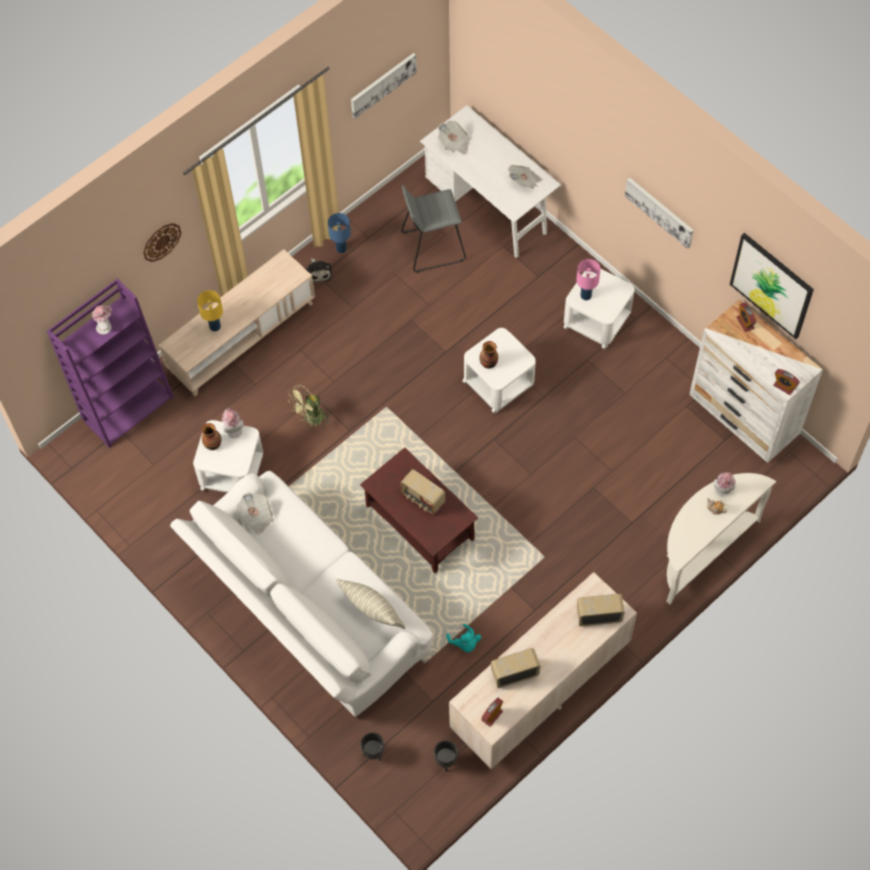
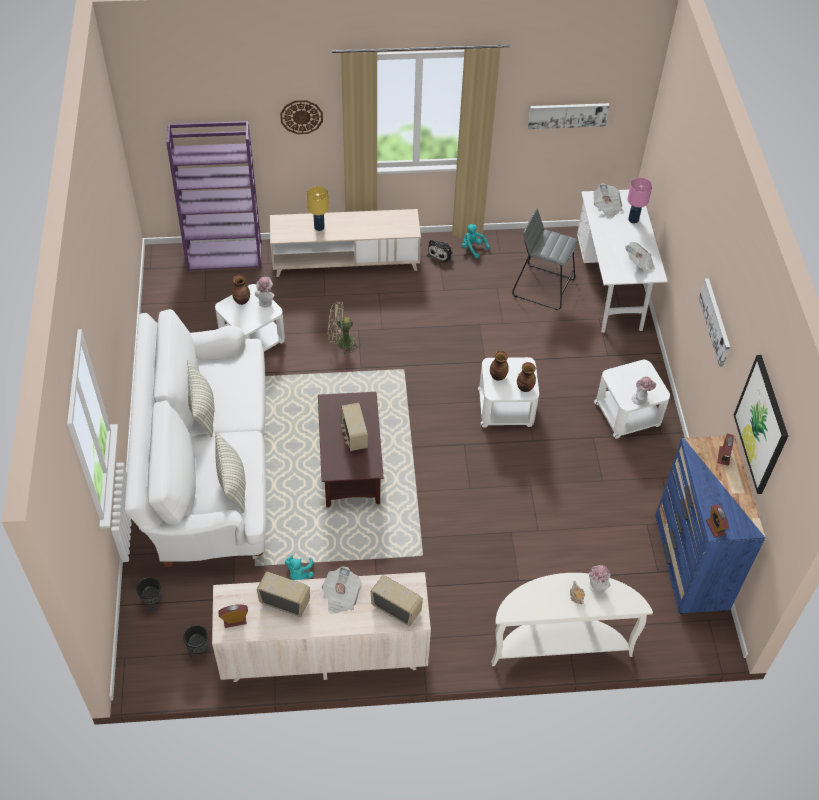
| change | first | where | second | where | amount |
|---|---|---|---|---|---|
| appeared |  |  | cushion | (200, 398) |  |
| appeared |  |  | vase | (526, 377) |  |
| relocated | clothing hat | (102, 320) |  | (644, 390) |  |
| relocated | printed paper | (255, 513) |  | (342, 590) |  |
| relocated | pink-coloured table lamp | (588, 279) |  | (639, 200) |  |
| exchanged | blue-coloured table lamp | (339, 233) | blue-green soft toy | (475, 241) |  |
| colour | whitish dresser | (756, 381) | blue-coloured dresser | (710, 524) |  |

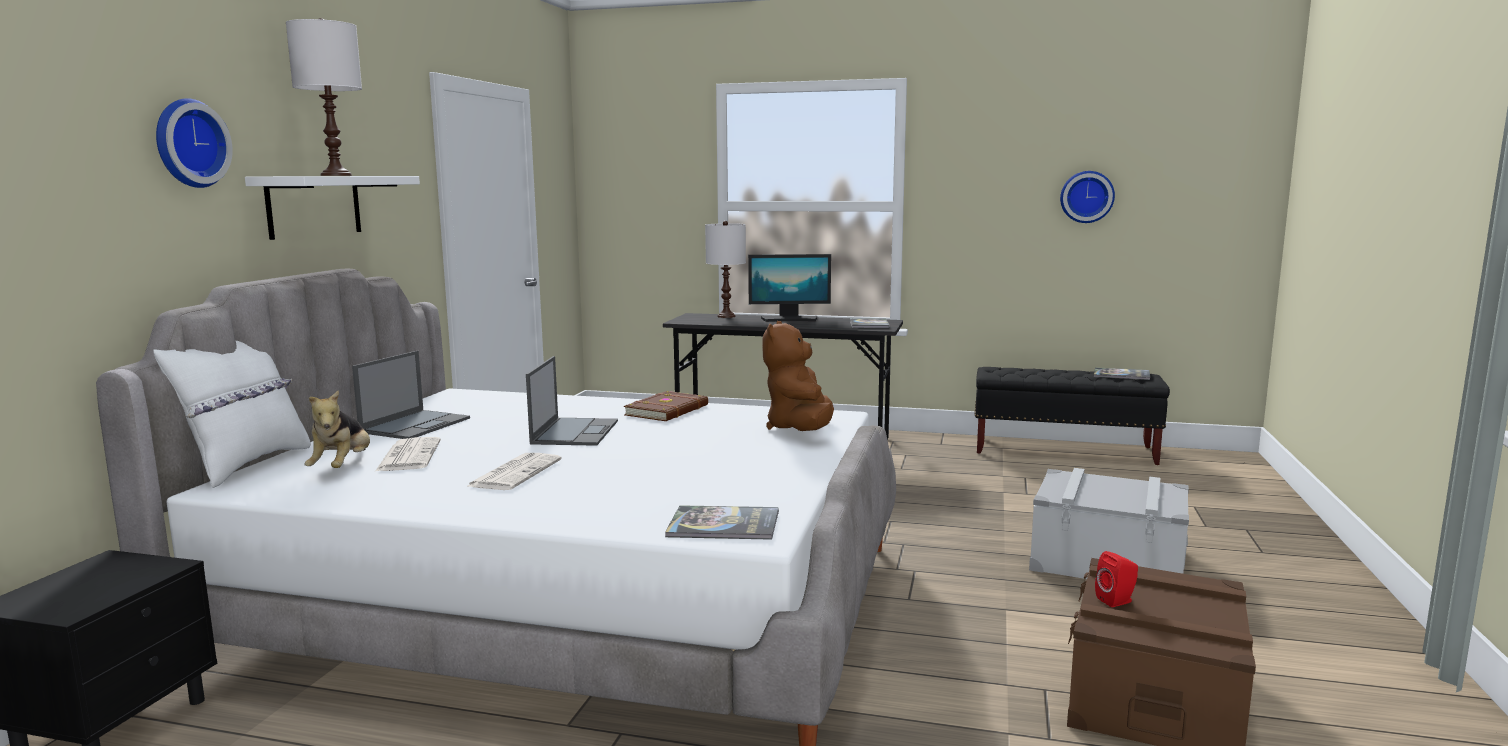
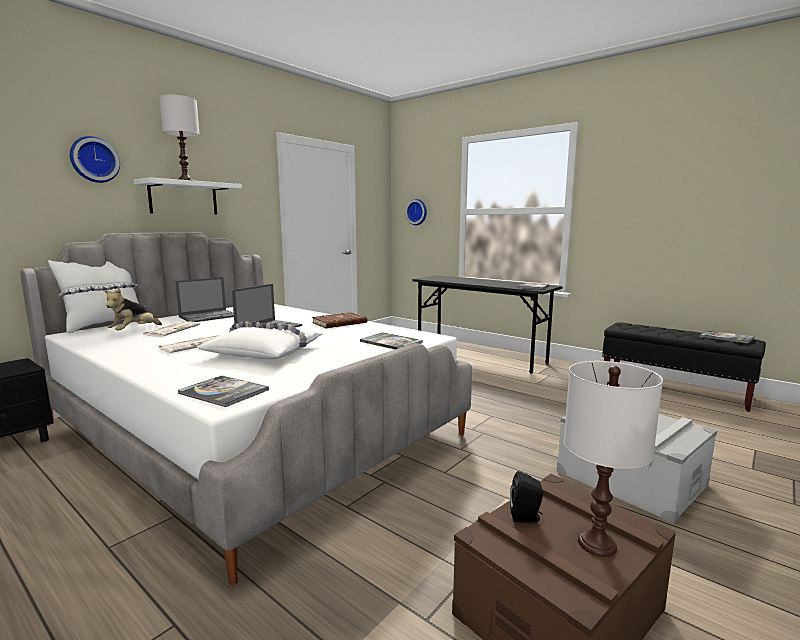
| change | first | where | second | where | amount |
|---|---|---|---|---|---|
| missing | computer display | (789, 288) |  |  |  |
| appeared |  |  | whitish cushion | (260, 340) |  |
| relocated | whitish table lamp | (725, 269) |  | (613, 459) |  |
| relocated | clock on the wall | (1087, 197) |  | (416, 212) |  |
| exchanged | brownish soft toy | (798, 376) | volume | (391, 340) |  |
| colour | reddish speaker | (1116, 579) | black speaker | (526, 496) |  |

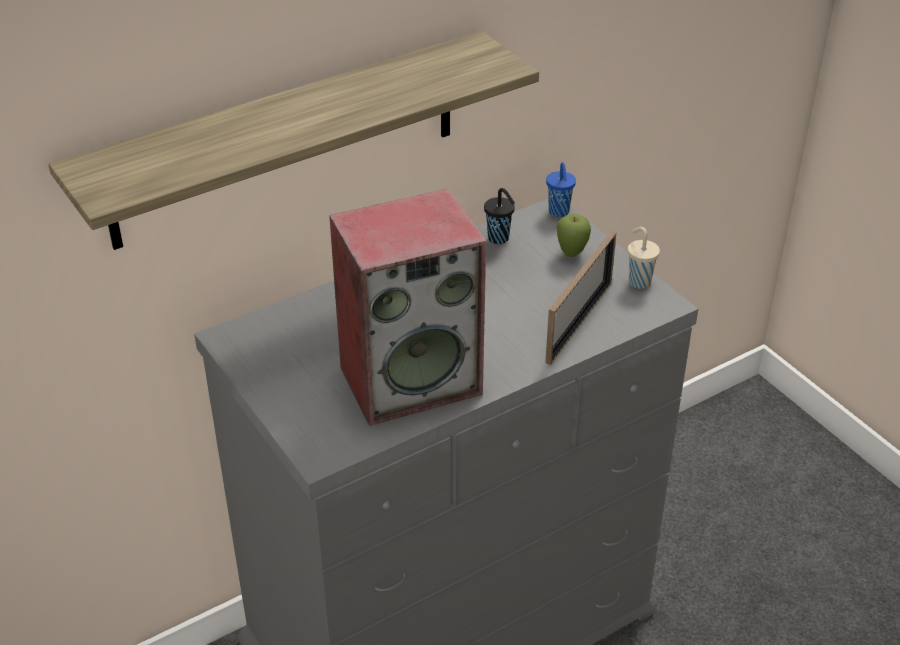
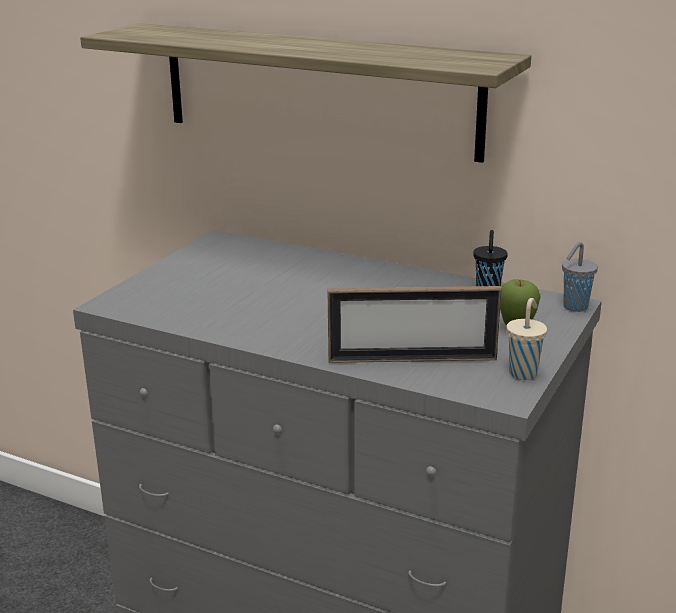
| change | first | where | second | where | amount |
|---|---|---|---|---|---|
| missing | speaker | (407, 307) |  |  |  |
| colour | blue-coloured small cup | (561, 189) | gray small cup | (580, 277) |  |

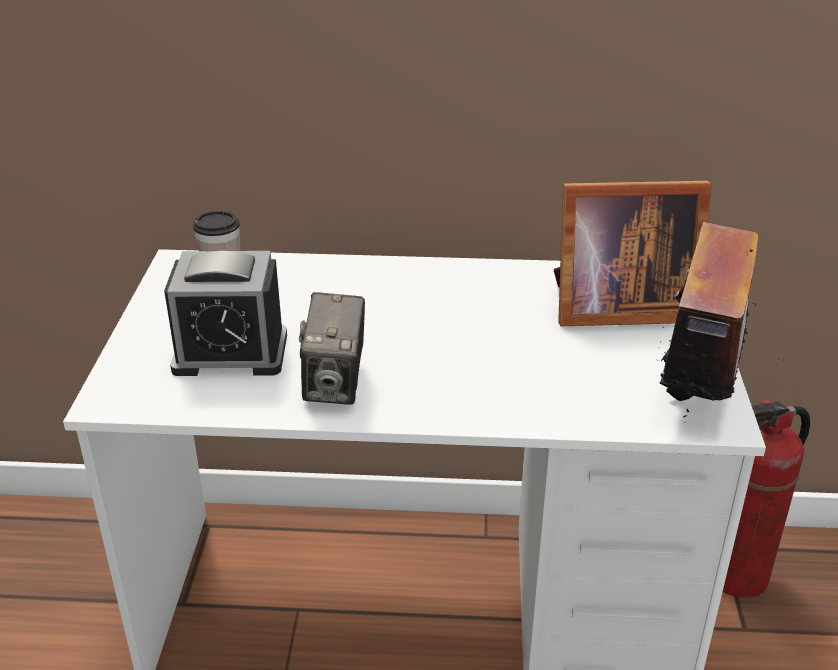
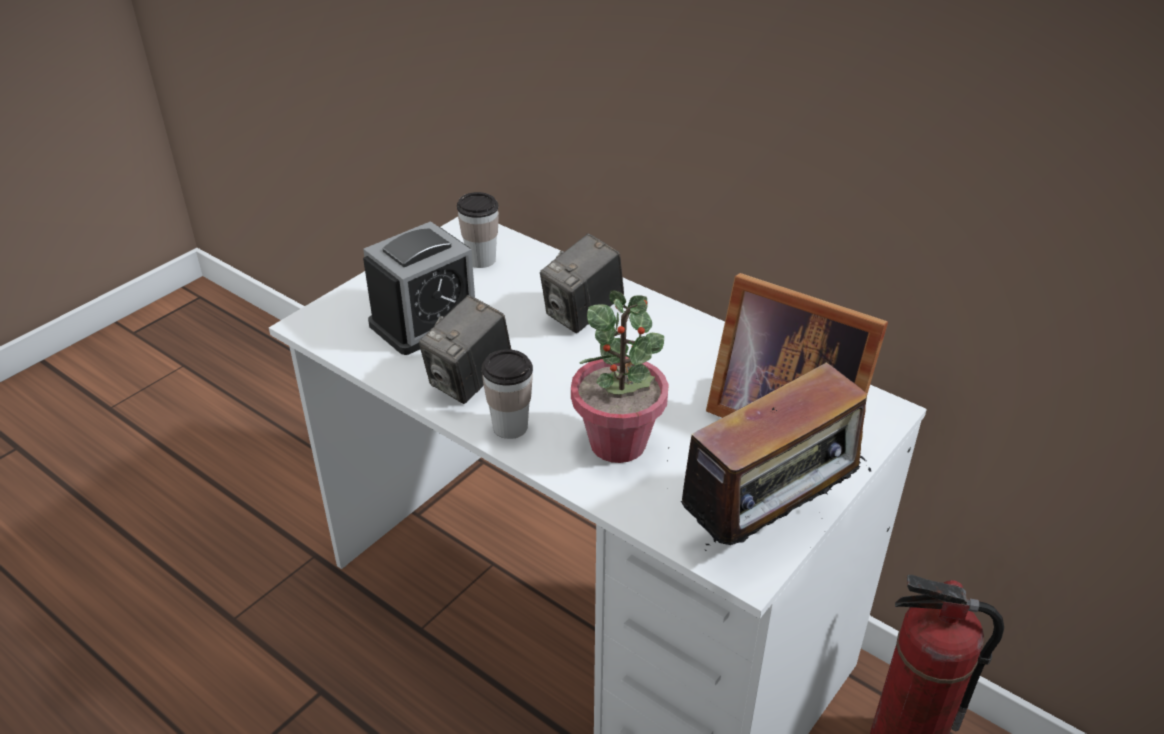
| change | first | where | second | where | amount |
|---|---|---|---|---|---|
| appeared |  |  | small cup | (507, 394) |  |
| appeared |  |  | photo camera | (582, 283) |  |
| appeared |  |  | houseplant | (620, 376) |  |
| spun | bedside clock | (225, 313) |  | (419, 288) | 75 degrees counterclockwise |

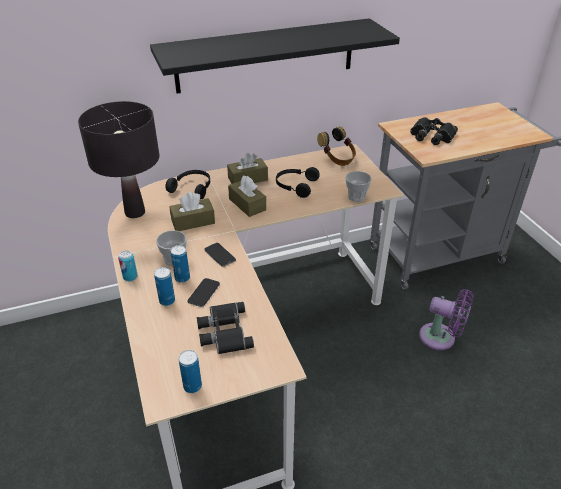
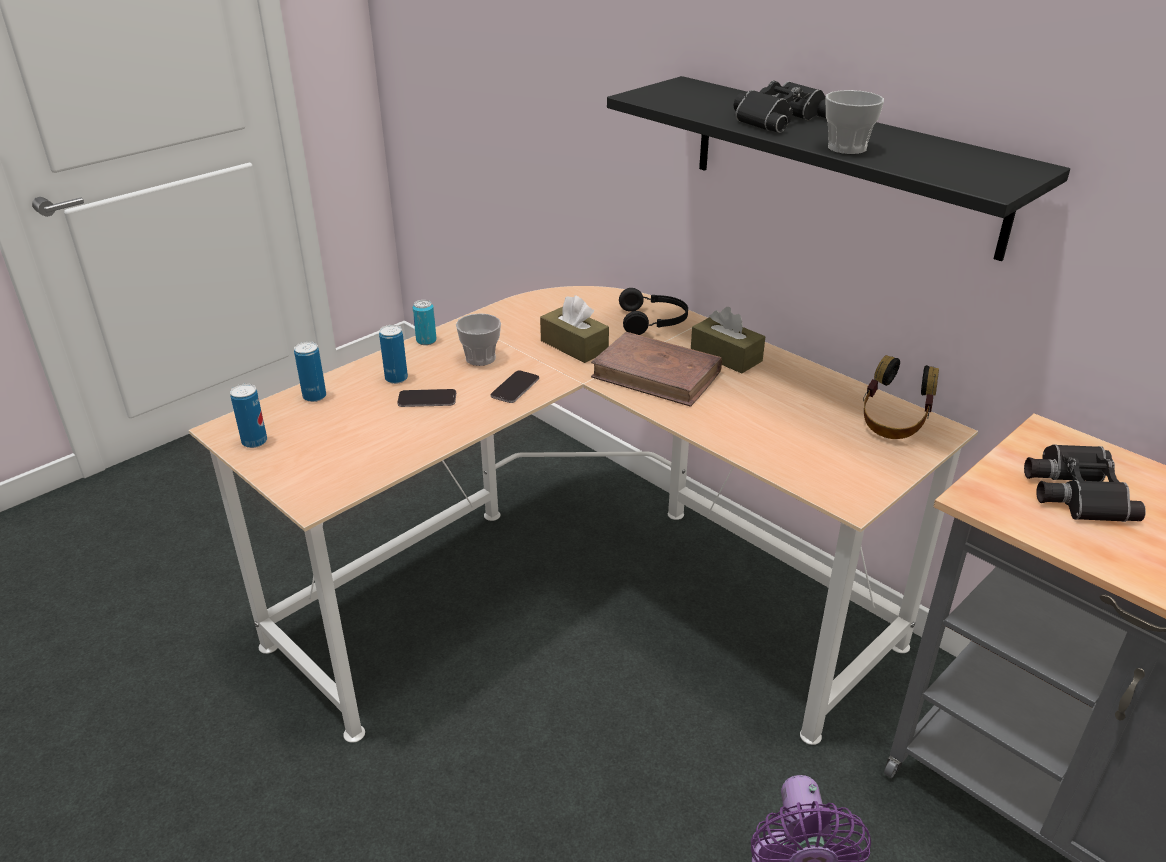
| change | first | where | second | where | amount |
|---|---|---|---|---|---|
| missing | black table lamp | (119, 159) |  |  |  |
| missing | black headphones | (298, 182) |  |  |  |
| relocated | can | (180, 264) |  | (310, 371) |  |
| relocated | black binoculars | (225, 328) |  | (780, 107) |  |
| relocated | small cup | (358, 186) |  | (855, 122) |  |
| exchanged | brownish tissue holder | (247, 196) | brownish volume | (656, 369) |  |

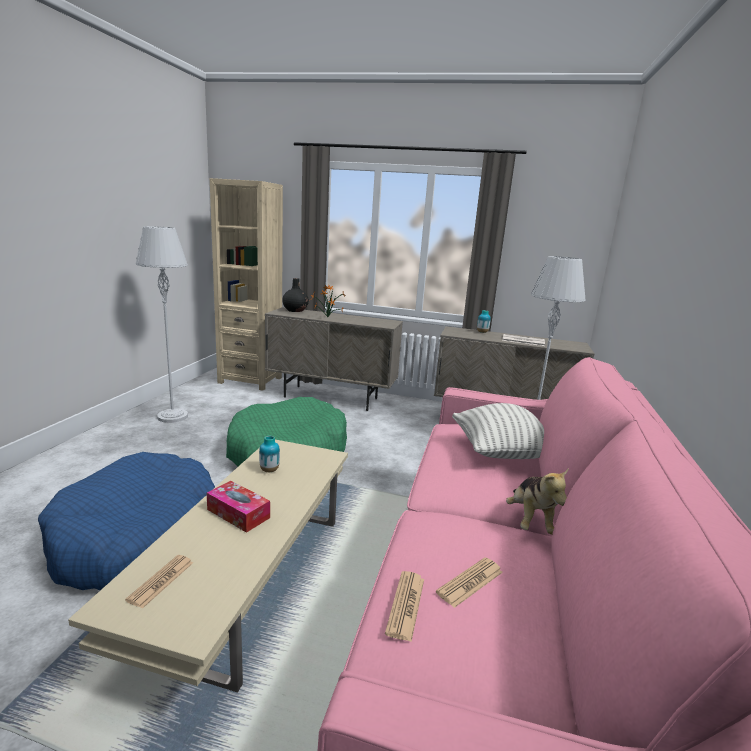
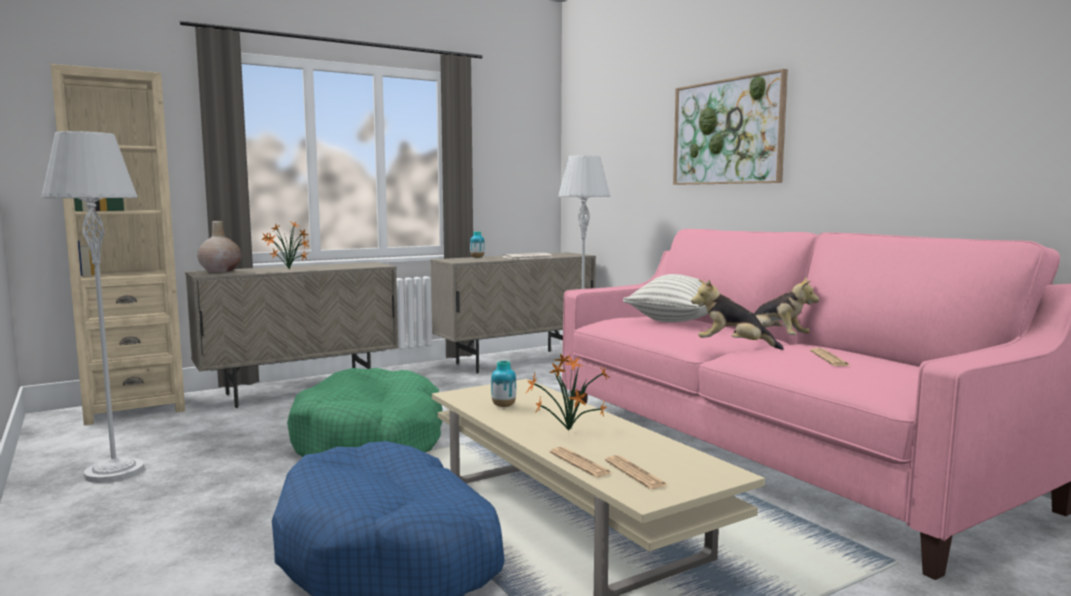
| change | first | where | second | where | amount |
|---|---|---|---|---|---|
| appeared |  |  | wall picture | (730, 127) |  |
| appeared |  |  | soft toy | (737, 314) |  |
| relocated | printed paper | (404, 606) |  | (581, 462) |  |
| exchanged | tissue holder | (238, 507) | houseplant | (567, 392) |  |
| colour | black vase | (295, 295) | beige vase | (219, 246) |  |

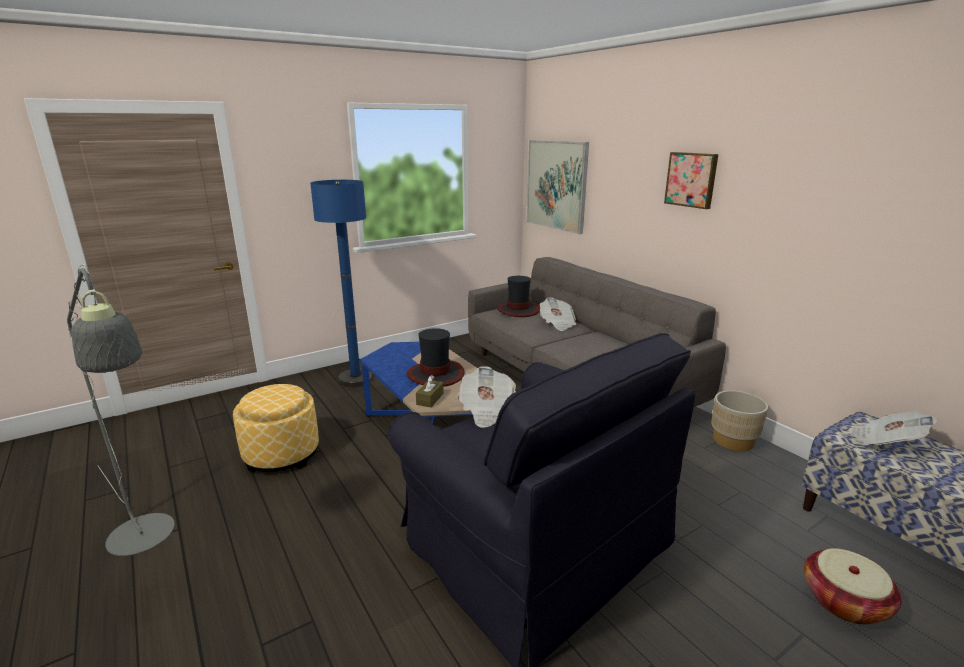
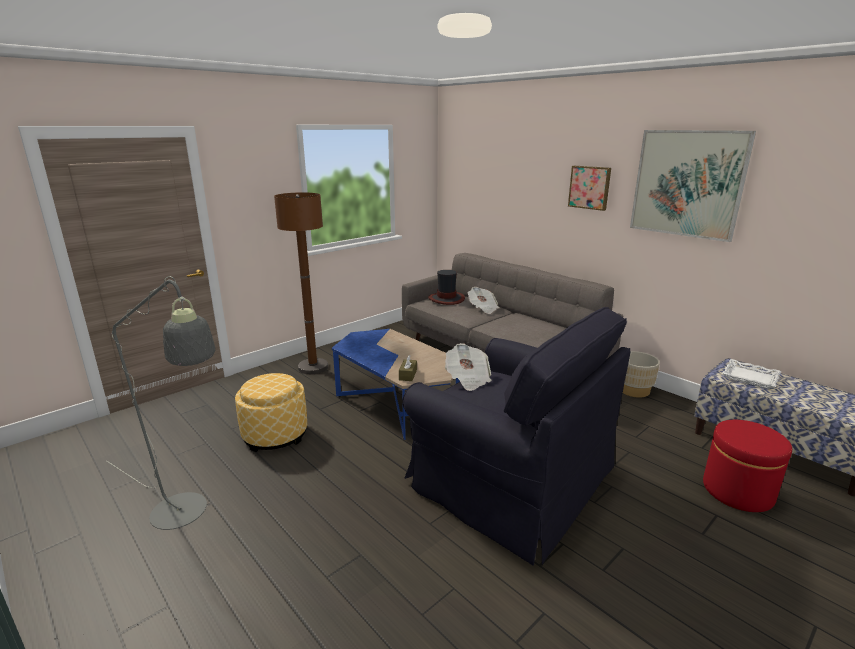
| change | first | where | second | where | amount |
|---|---|---|---|---|---|
| missing | clothing hat | (435, 357) |  |  |  |
| relocated | wall picture | (557, 187) |  | (693, 186) |  |
| exchanged | storage basket | (853, 586) | reddish ottoman | (747, 466) |  |
| exchanged | printed paper | (893, 428) | whitish tray | (751, 374) |  |
| colour | blue-coloured floor lamp | (341, 283) | brownish floor lamp | (301, 283) |  |

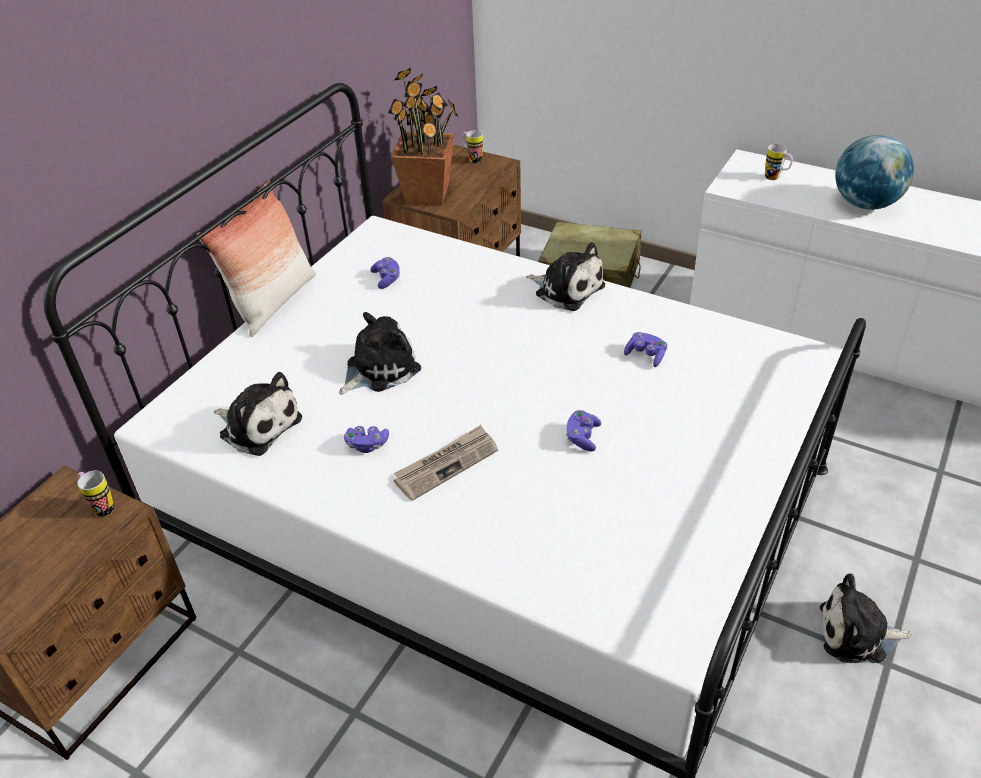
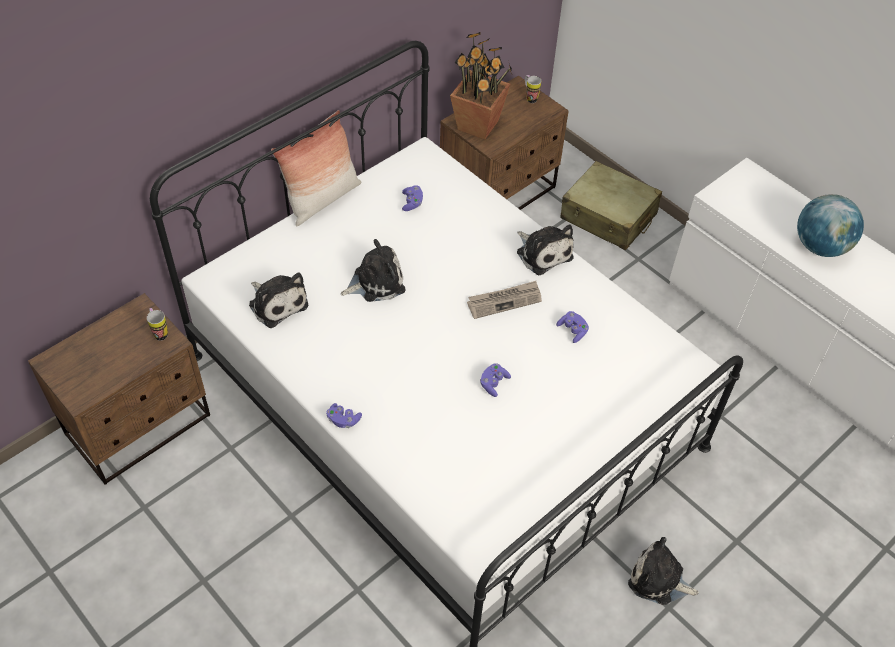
| change | first | where | second | where | amount |
|---|---|---|---|---|---|
| missing | mug | (779, 162) |  |  |  |
| relocated | purplish gamepad | (366, 439) |  | (344, 415) |  |
| relocated | printed paper | (446, 463) |  | (504, 300) |  |

